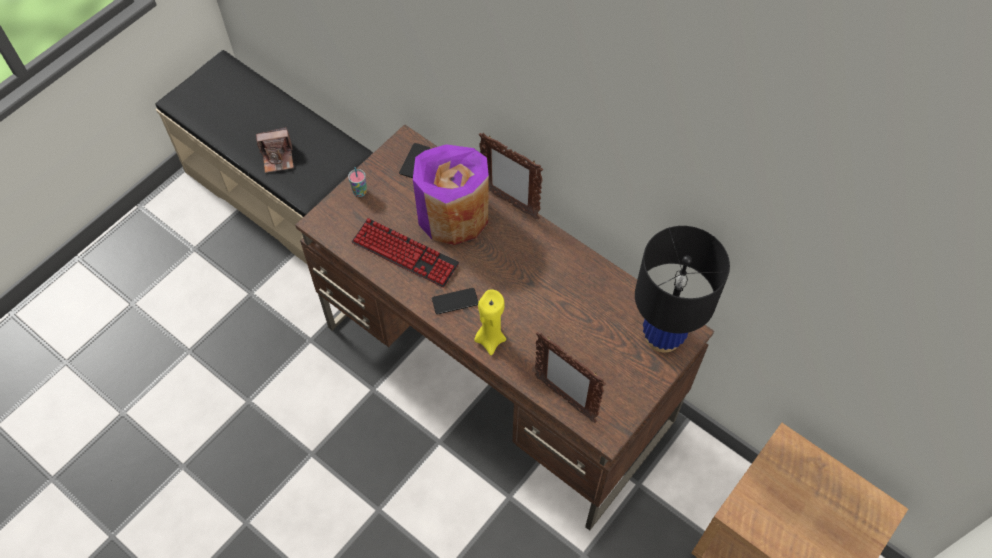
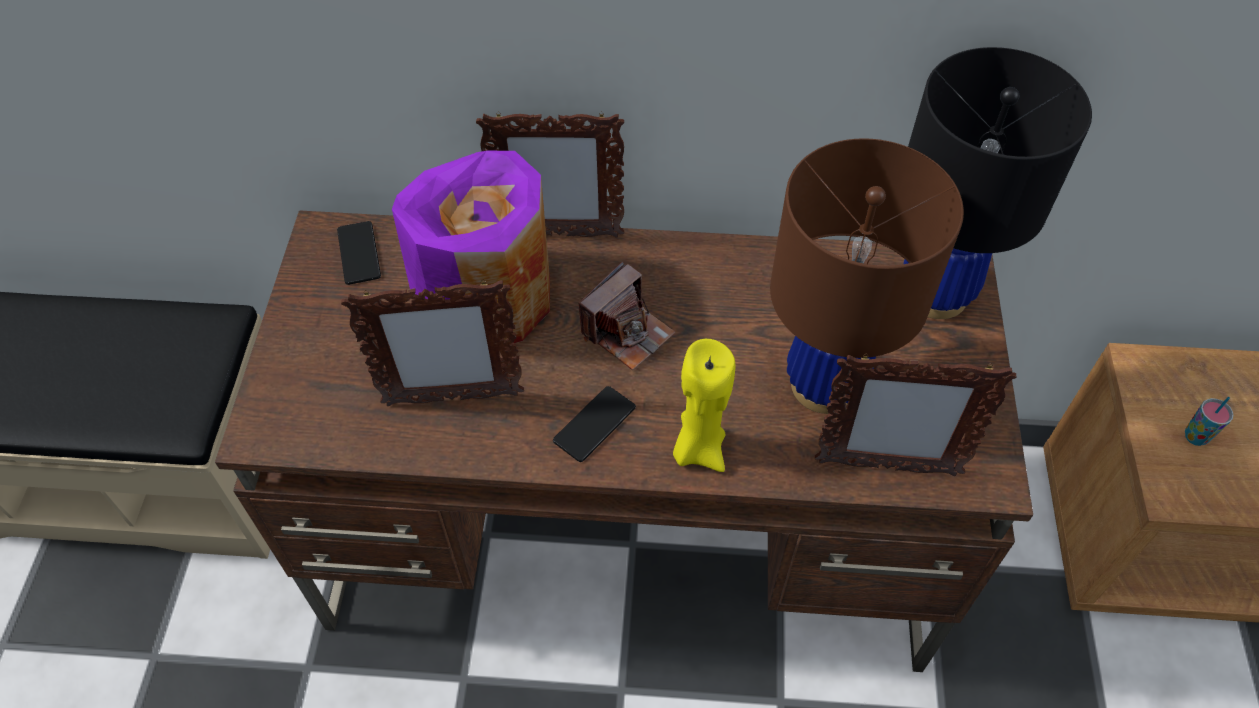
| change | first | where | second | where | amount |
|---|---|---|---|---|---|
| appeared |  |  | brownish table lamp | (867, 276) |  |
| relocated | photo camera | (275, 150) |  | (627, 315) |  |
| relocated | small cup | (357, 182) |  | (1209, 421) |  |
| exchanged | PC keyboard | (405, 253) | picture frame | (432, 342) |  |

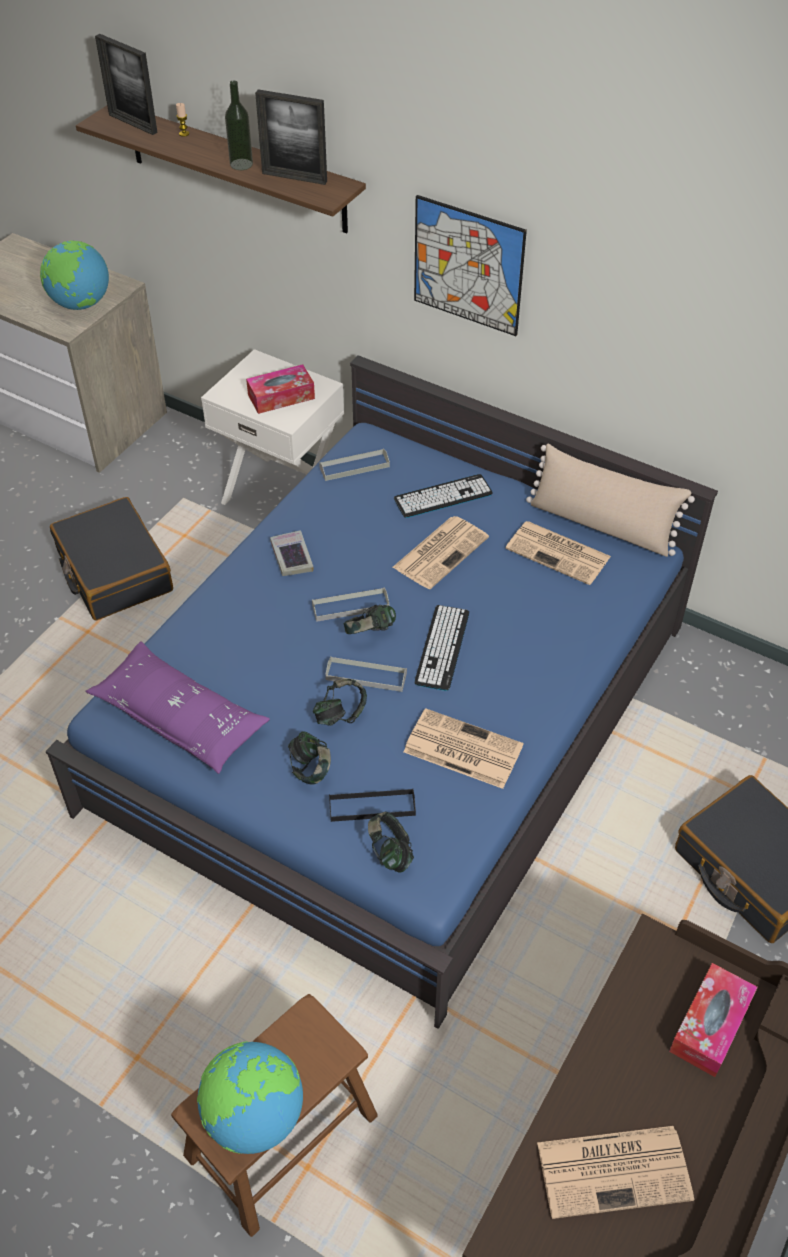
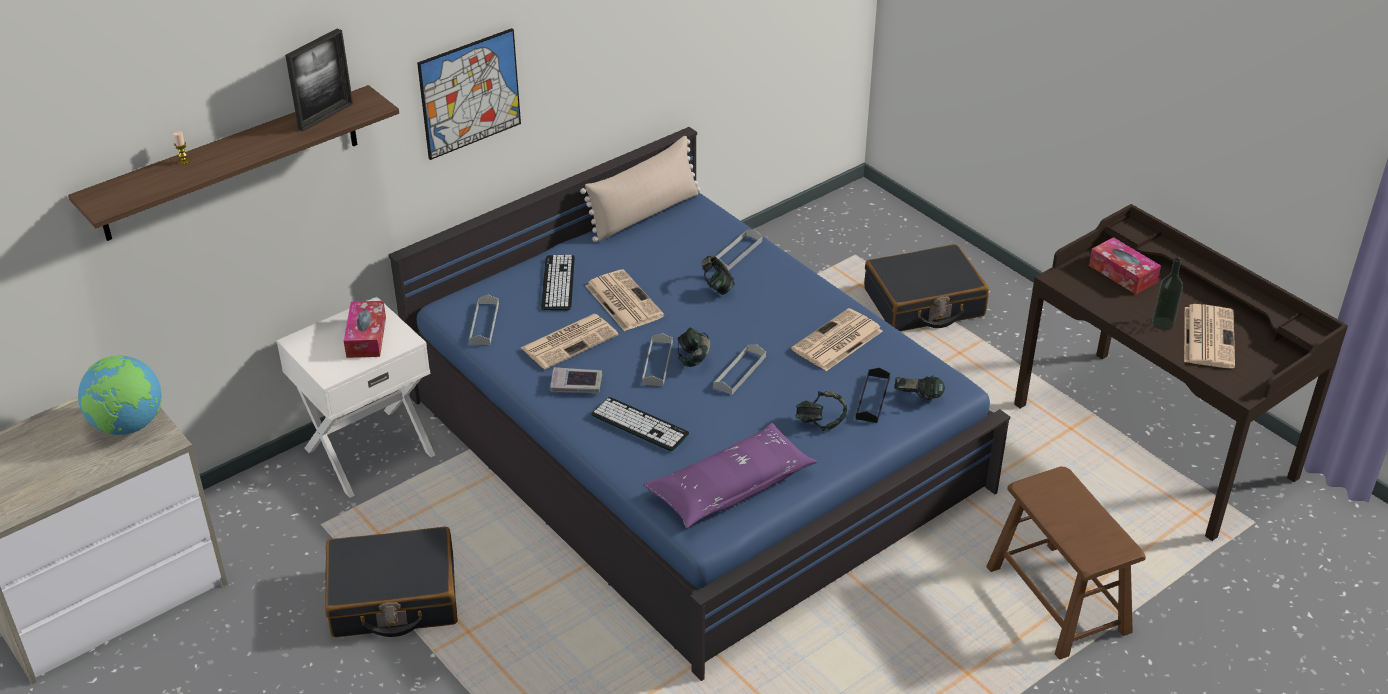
| change | first | where | second | where | amount |
|---|---|---|---|---|---|
| missing | picture frame | (126, 84) |  |  |  |
| missing | desk globe | (250, 1097) |  |  |  |
| appeared |  |  | gray tray | (739, 250) |  |
| relocated | beverage bottle | (239, 125) |  | (1167, 294) |  |
| relocated | headphones | (340, 702) |  | (718, 275) |  |
| relocated | PC keyboard | (442, 648) |  | (640, 424) |  |
| relocated | printed paper | (558, 553) |  | (569, 341) |  |

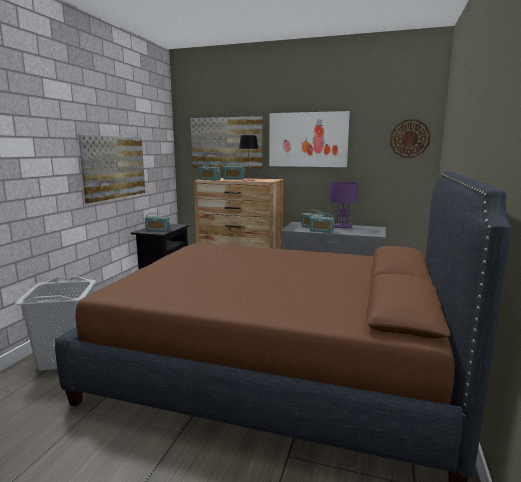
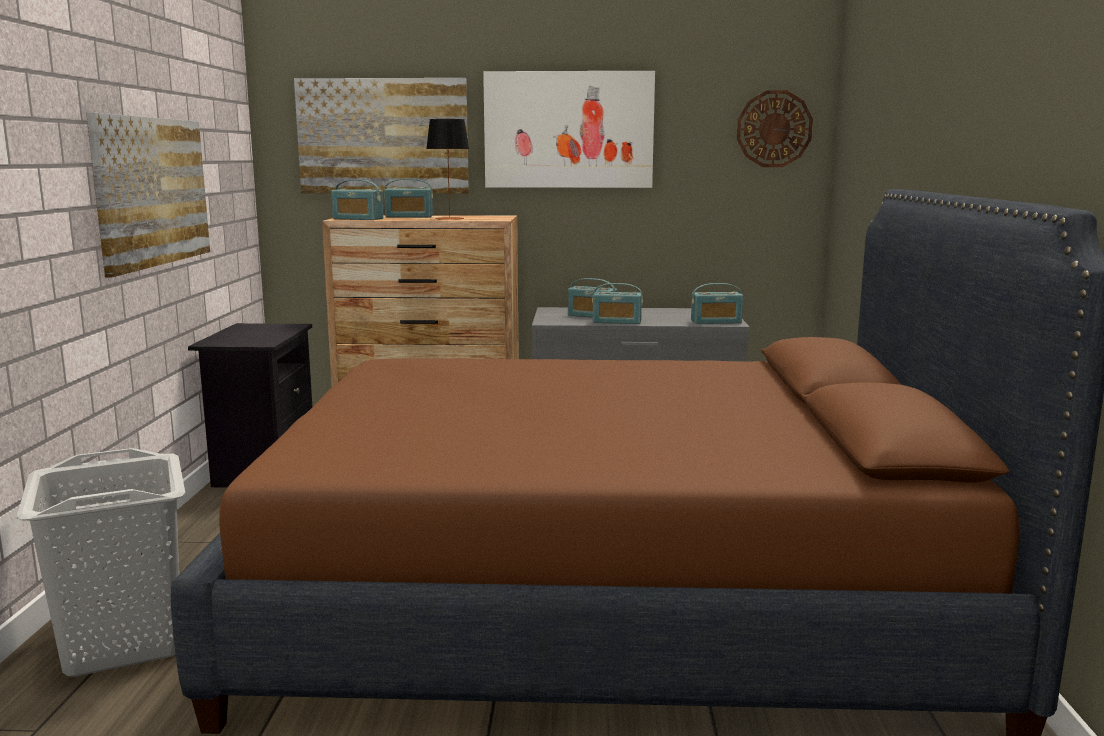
| change | first | where | second | where | amount |
|---|---|---|---|---|---|
| missing | purplish table lamp | (344, 205) |  |  |  |
| relocated | radio | (157, 222) |  | (717, 303) |  |

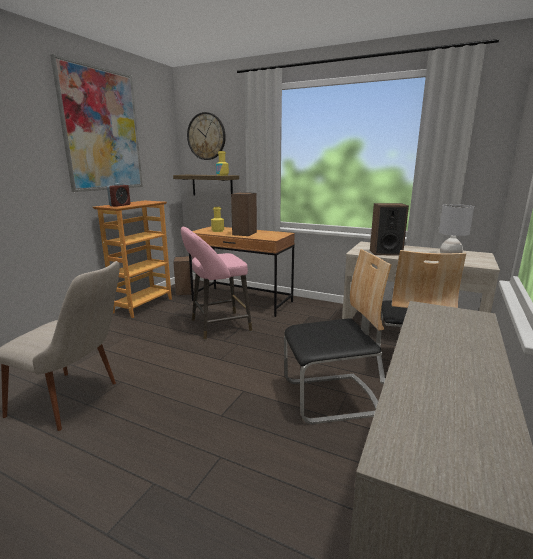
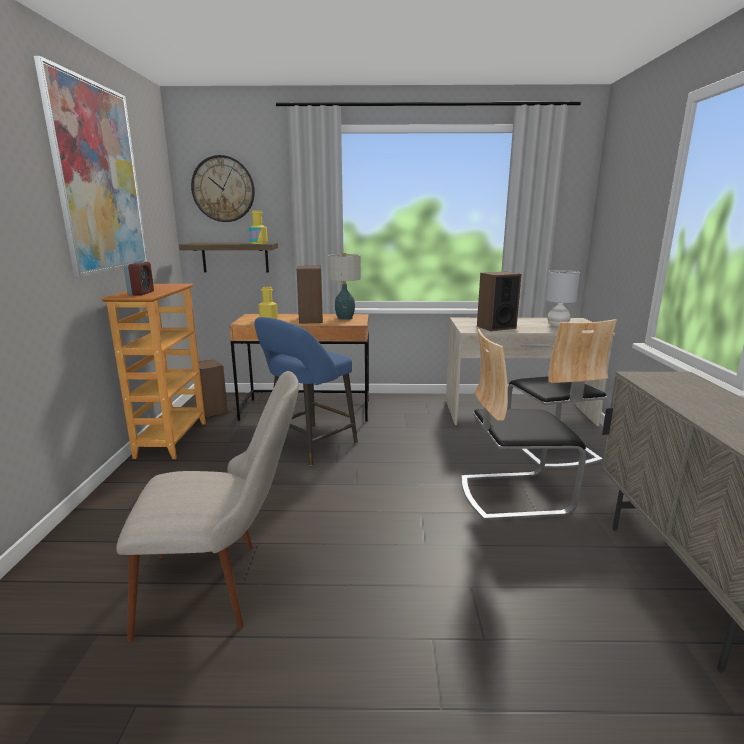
| change | first | where | second | where | amount |
|---|---|---|---|---|---|
| appeared |  |  | table lamp | (344, 286) |  |
| colour | pink-coloured stool | (216, 283) | blue-coloured stool | (306, 391) |  |
| spun | upright chair | (337, 336) |  | (524, 424) | 150 degrees counterclockwise |

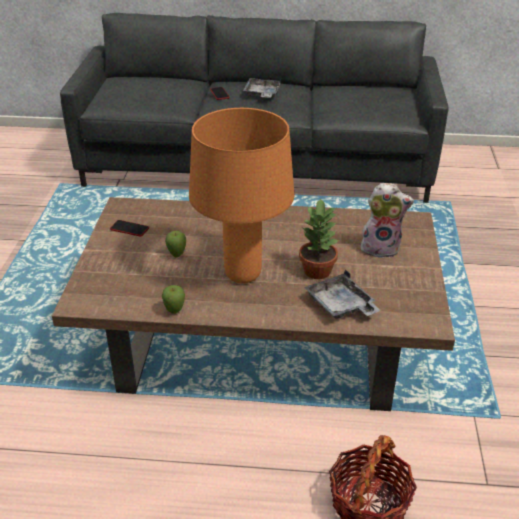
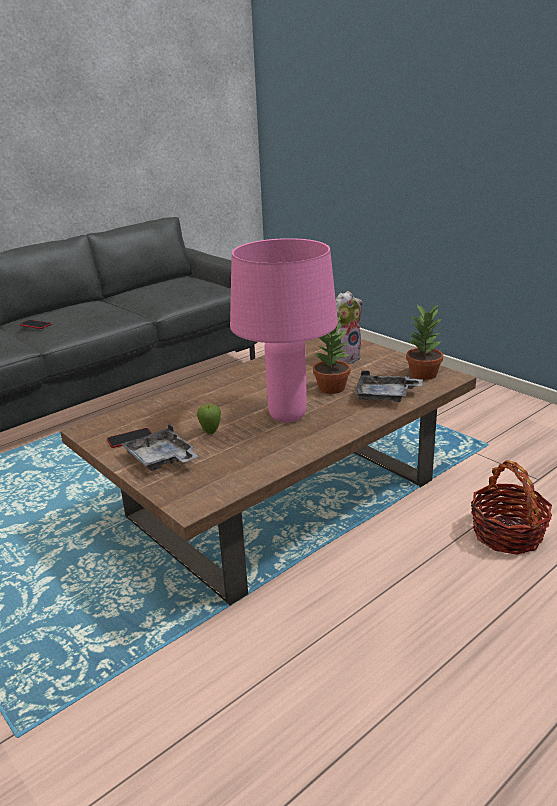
| change | first | where | second | where | amount |
|---|---|---|---|---|---|
| missing | apple | (173, 299) |  |  |  |
| appeared |  |  | houseplant | (424, 342) |  |
| relocated | gray tray | (262, 88) |  | (160, 447) |  |
| colour | orangey table lamp | (241, 196) | pink-coloured table lamp | (284, 330) |  |

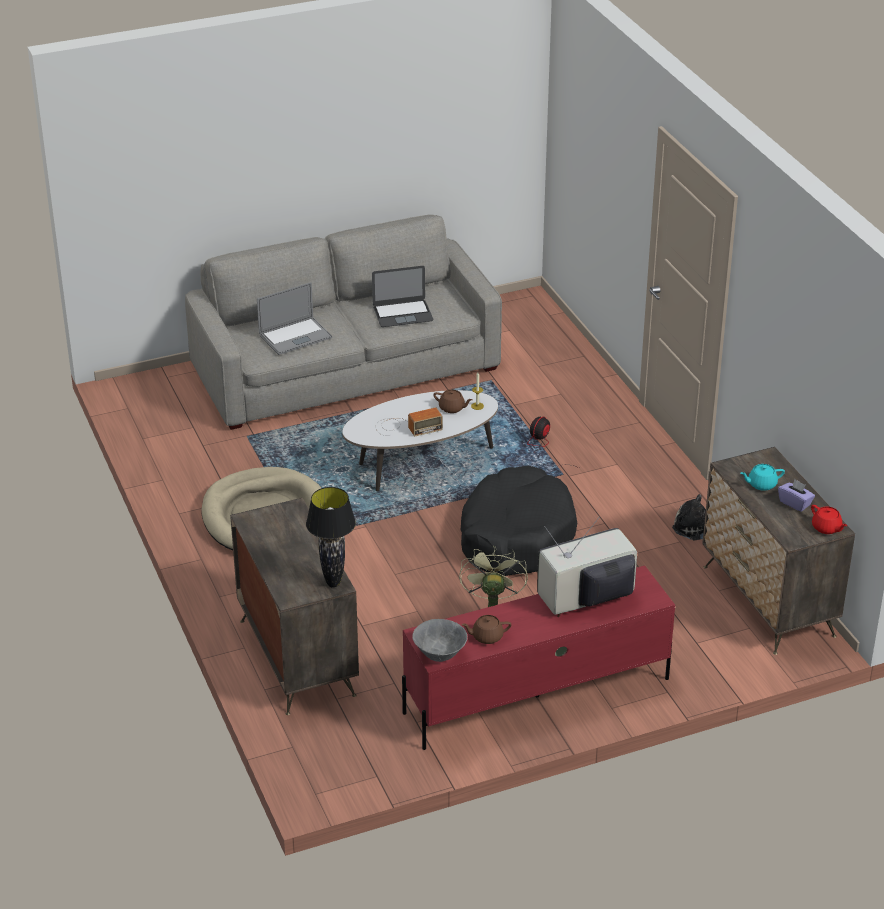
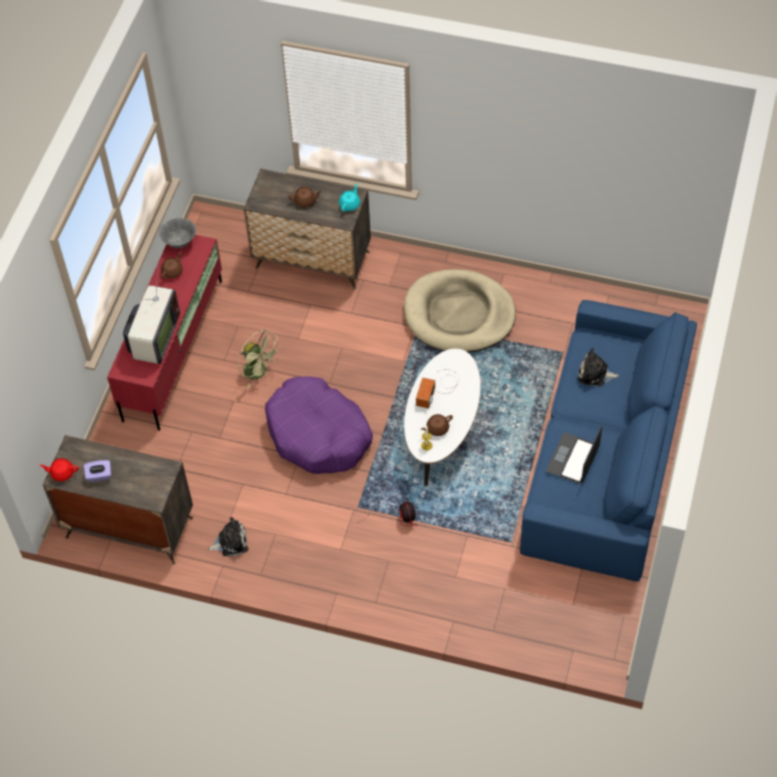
| change | first | where | second | where | amount |
|---|---|---|---|---|---|
| missing | black table lamp | (331, 537) |  |  |  |
| appeared |  |  | brownish teapot | (305, 197) |  |
| relocated | blue-green teapot | (762, 477) |  | (349, 198) |  |
| exchanged | notebook computer | (294, 318) | soft toy | (598, 367) |  |
| colour | gray couch | (343, 322) | blue-coloured couch | (608, 441) |  |
| colour | black dog cushion | (519, 521) | purplish dog cushion | (319, 425) |  |

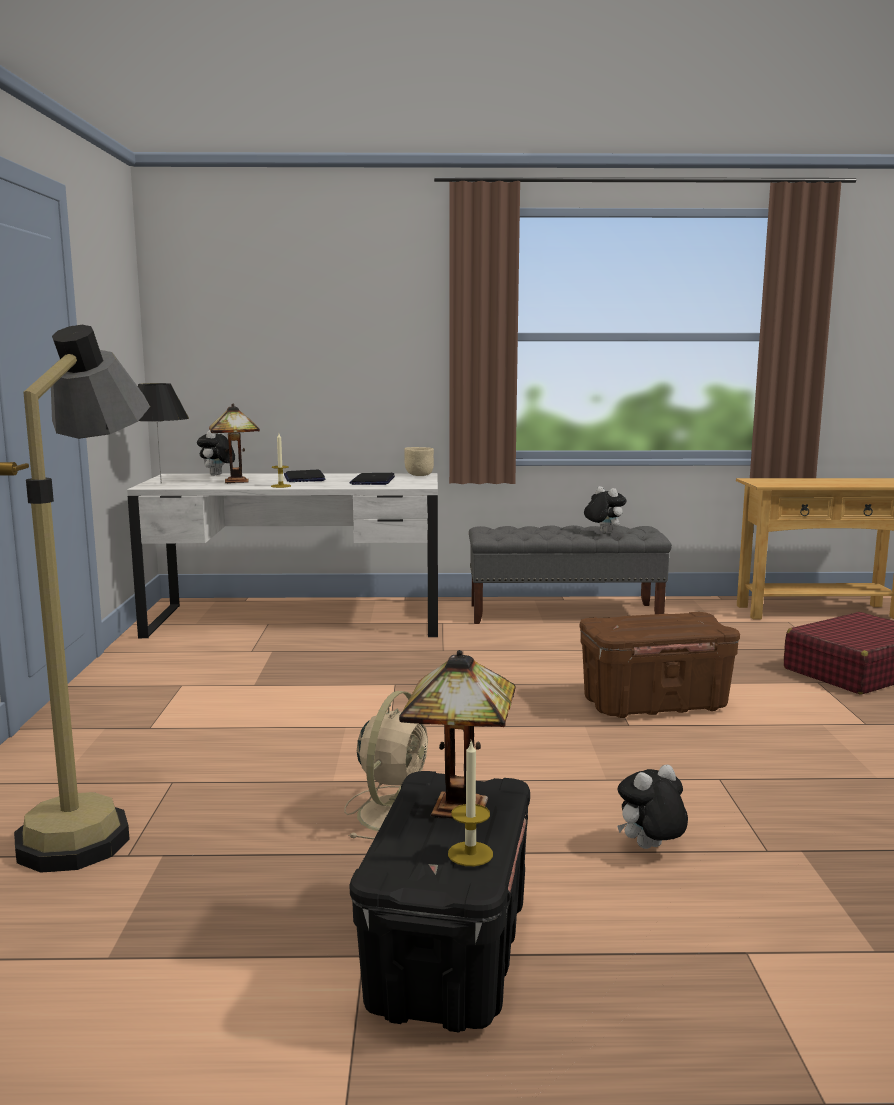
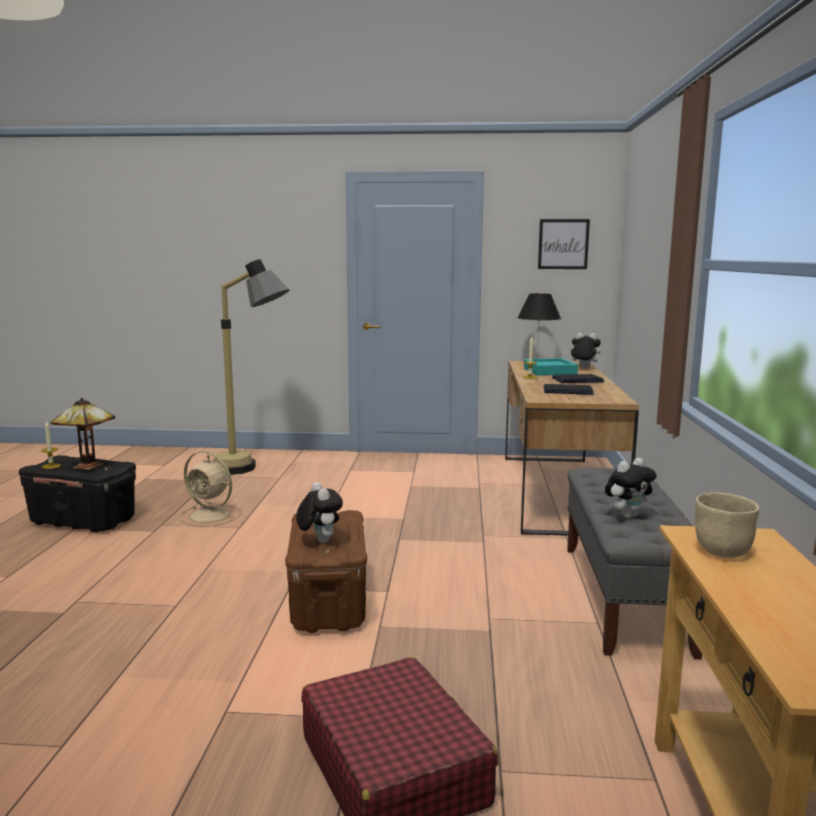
| change | first | where | second | where | amount |
|---|---|---|---|---|---|
| appeared |  |  | wall picture | (564, 244) |  |
| relocated | beige bowl | (419, 461) |  | (727, 525) |  |
| relocated | soft toy | (652, 807) |  | (319, 512) |  |
| exchanged | table lamp | (234, 443) | blue-green tray | (551, 367) |  |
| colour | whitish desk | (282, 555) | brownish desk | (572, 448) |  |

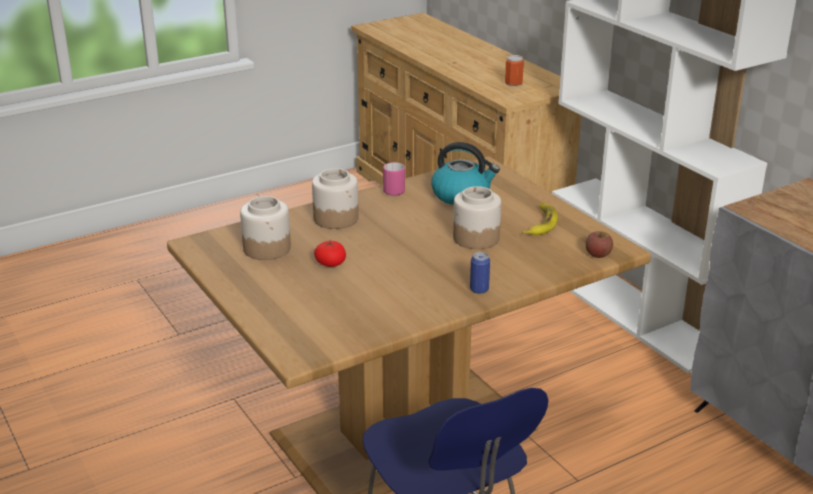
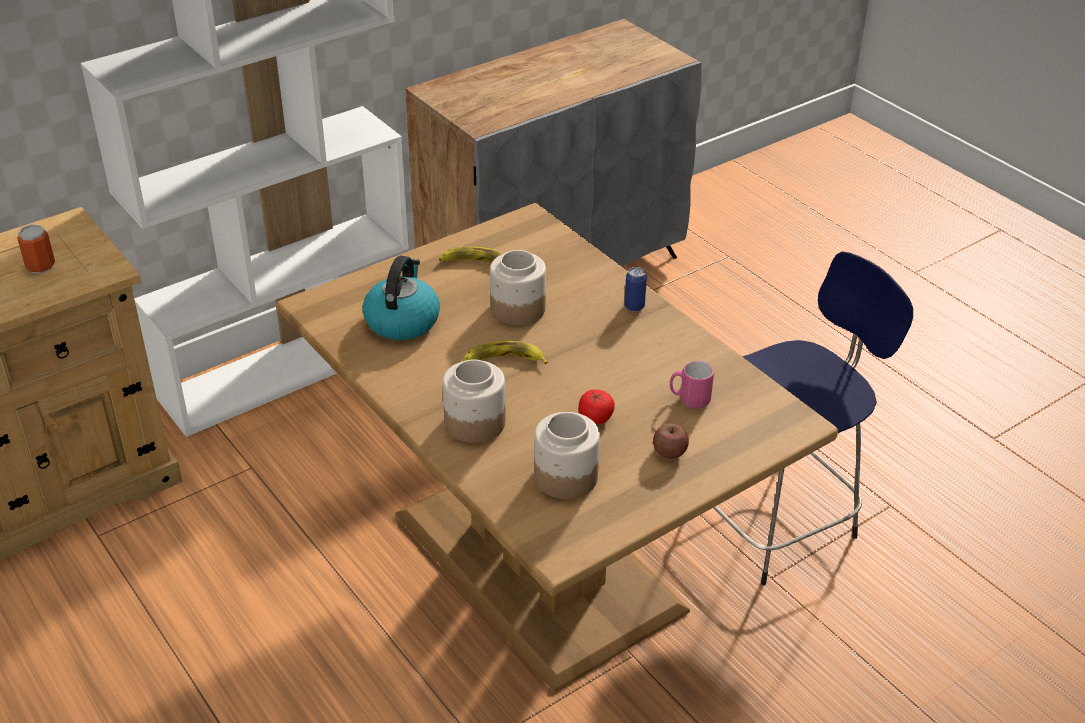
| change | first | where | second | where | amount |
|---|---|---|---|---|---|
| appeared |  |  | banana | (505, 352) |  |
| relocated | pink-coloured mug | (394, 179) |  | (692, 384) |  |
| relocated | apple | (599, 244) |  | (671, 441) |  |

